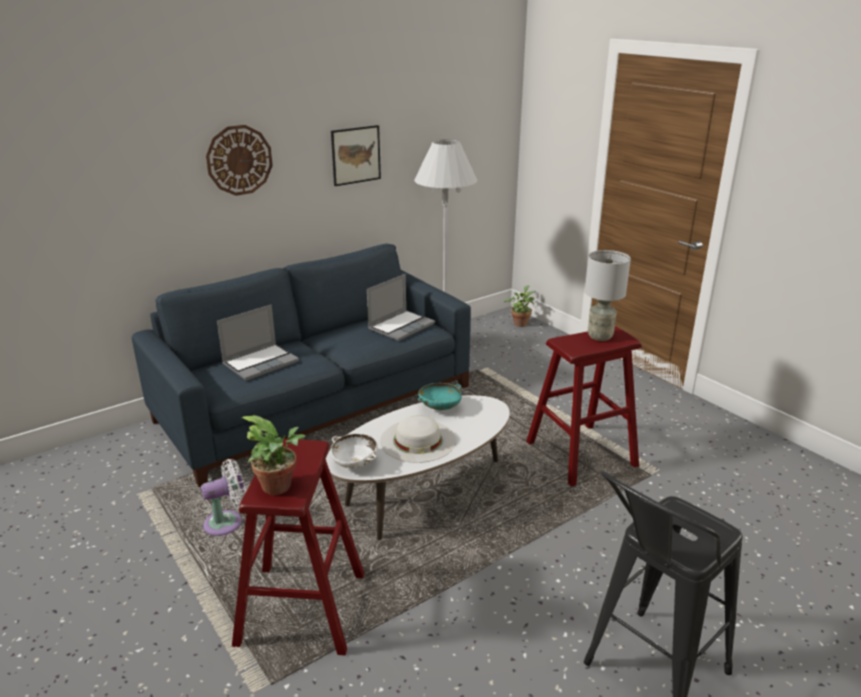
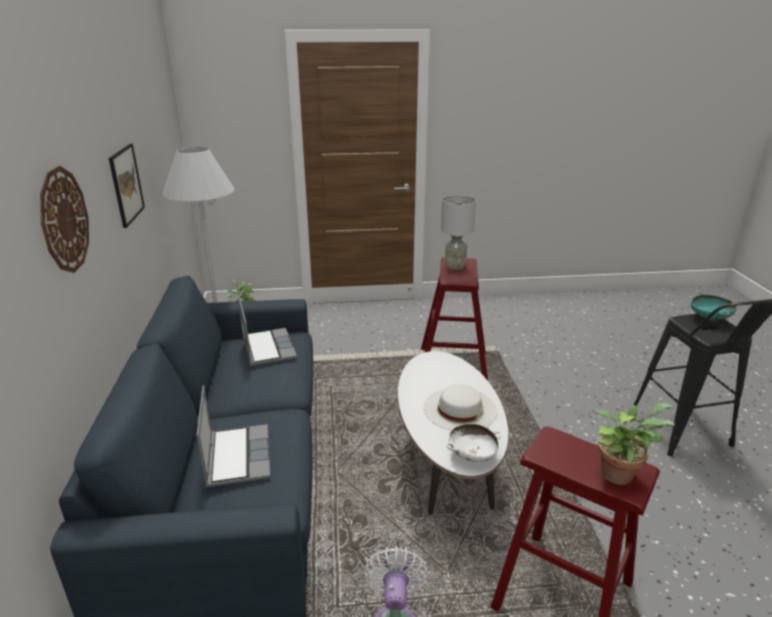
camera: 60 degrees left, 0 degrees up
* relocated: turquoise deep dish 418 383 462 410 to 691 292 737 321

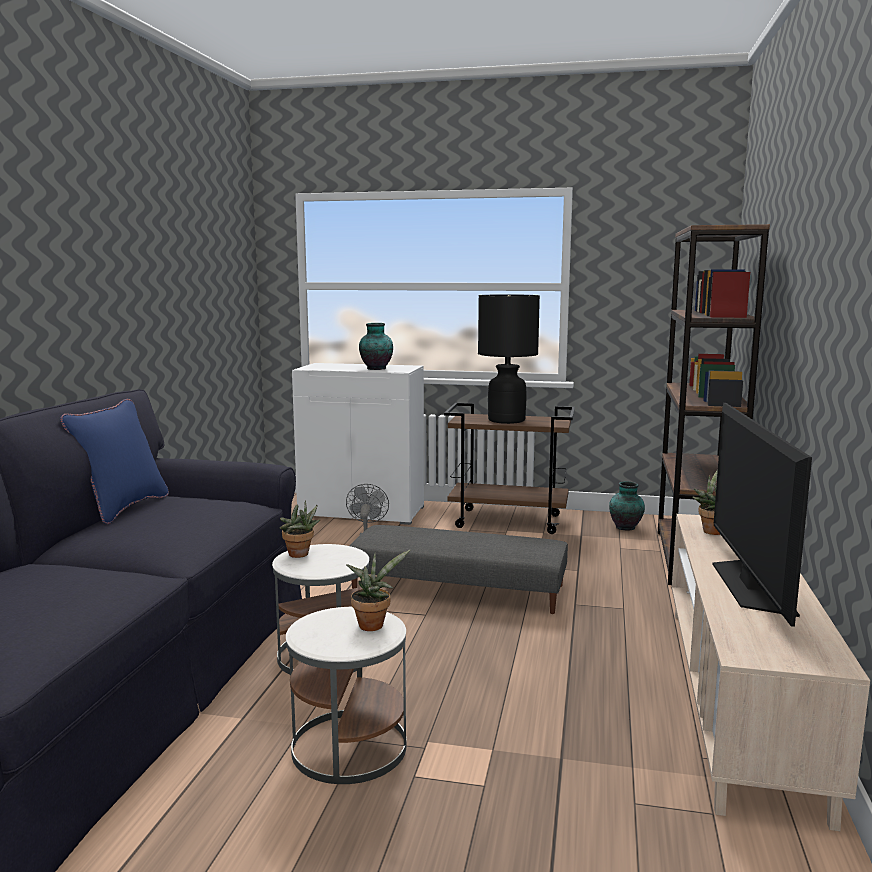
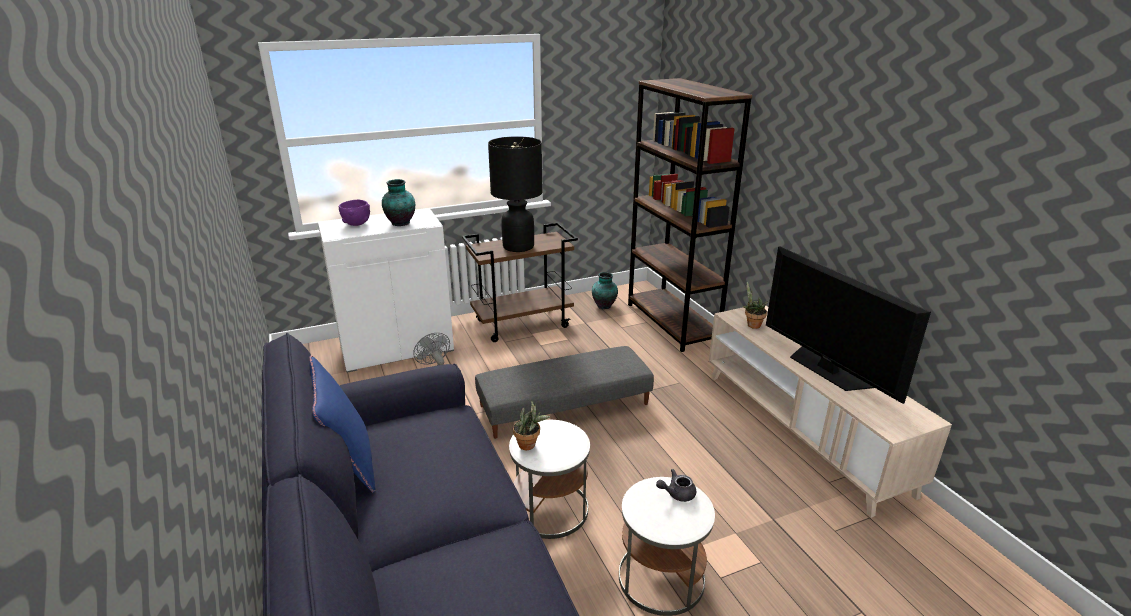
camera: 35 degrees left, 15 degrees up
* appeared: purple deep dish 339 200 370 226
* exchanged: plant in a pot 346 550 410 631 to gray pot for tea 656 469 696 502

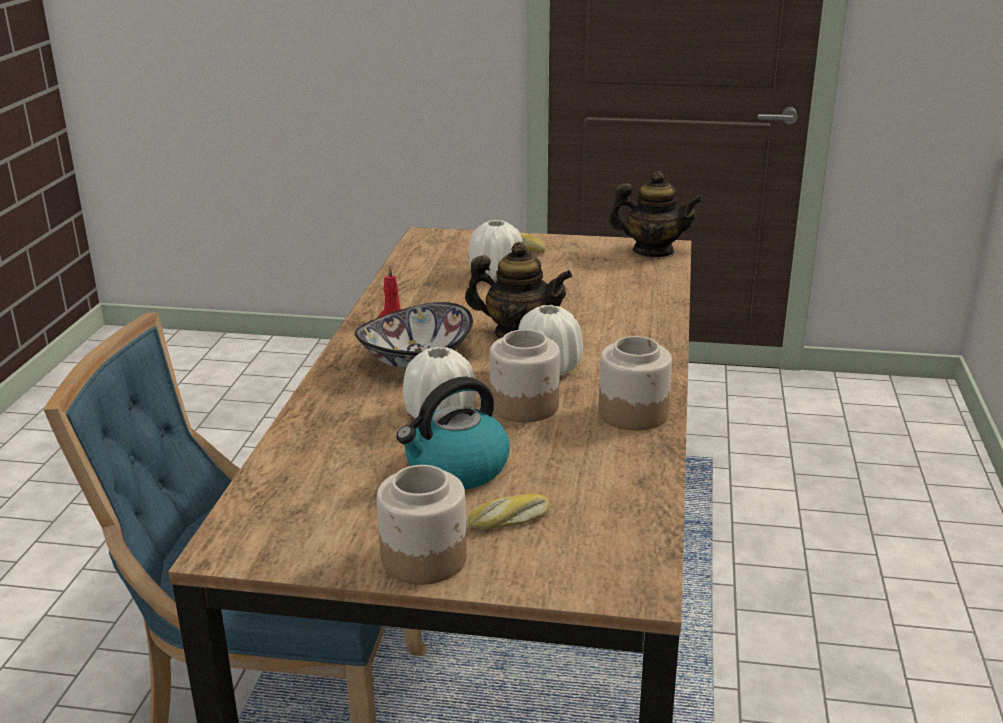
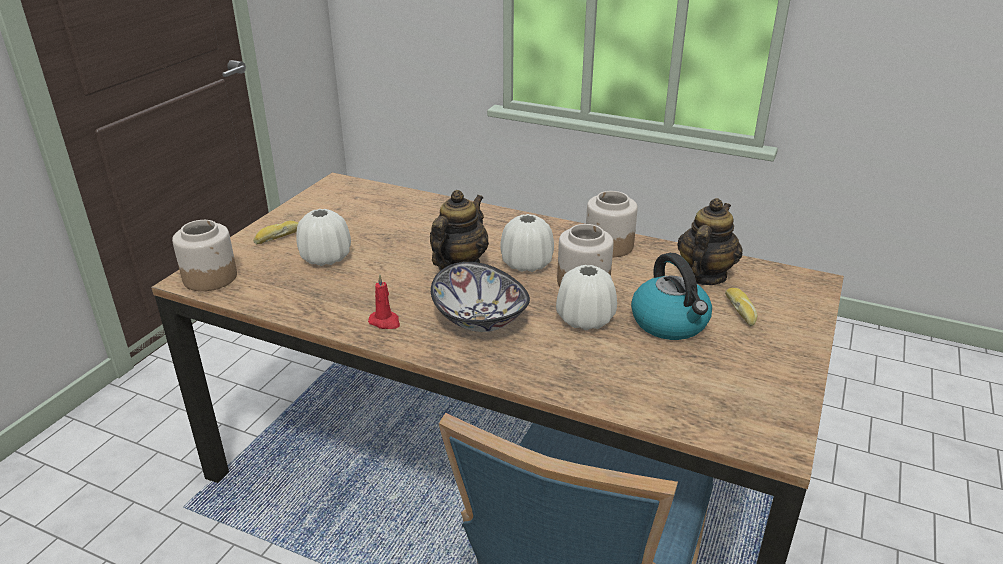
camera: 75 degrees left, 5 degrees up
* relocated: preserve jar 377 465 467 585 to 172 220 237 291
* relocated: pot for tea 609 171 703 257 to 677 198 743 285

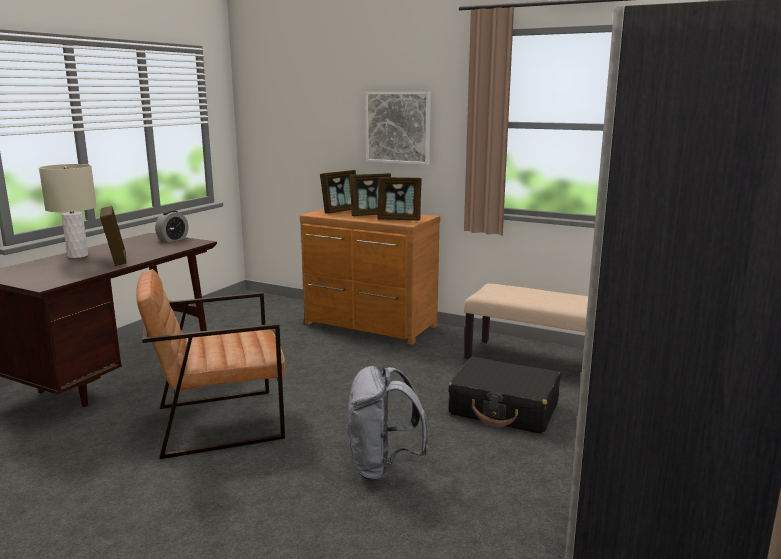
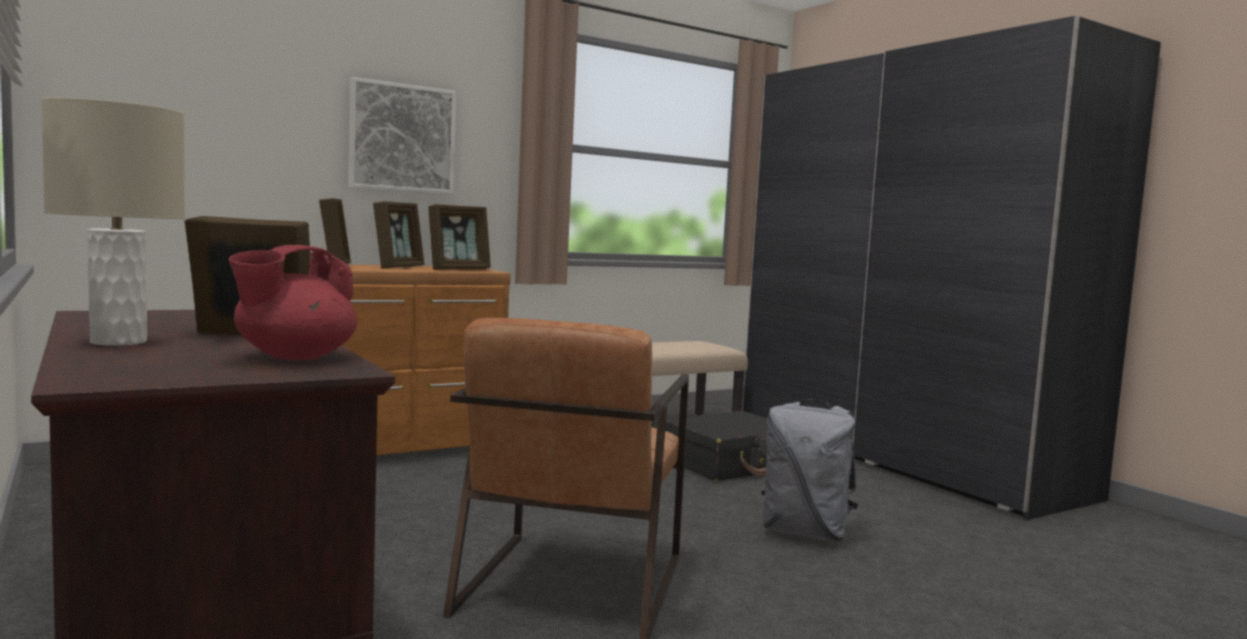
camera: 60 degrees left, 10 degrees down
* missing: alarm clock 155 210 188 242
* appeared: reddish pot for tea 229 245 357 360

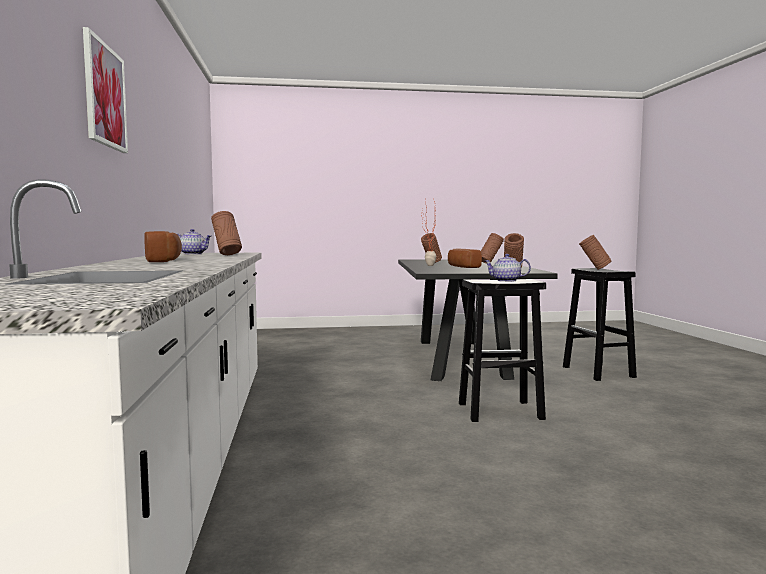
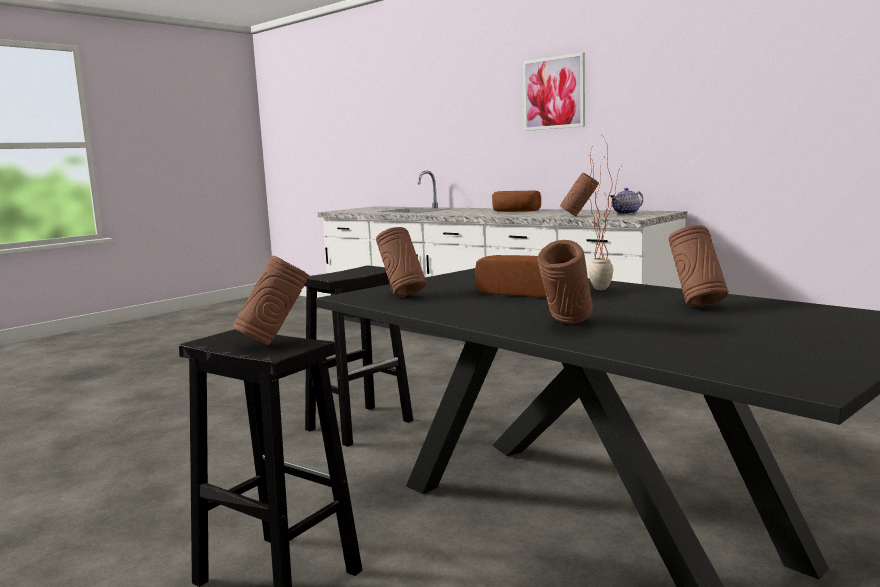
camera: 140 degrees right, 5 degrees up
* missing: pot for tea 485 254 531 282

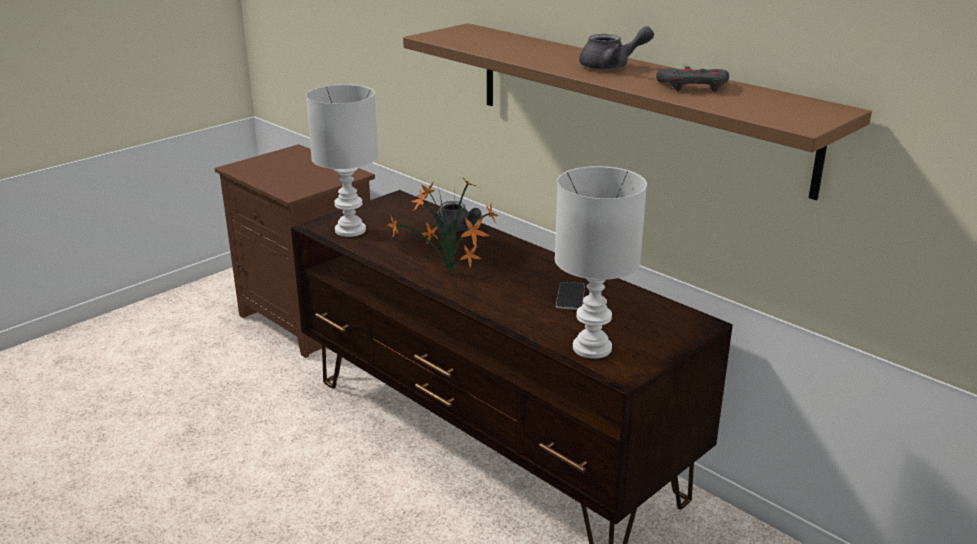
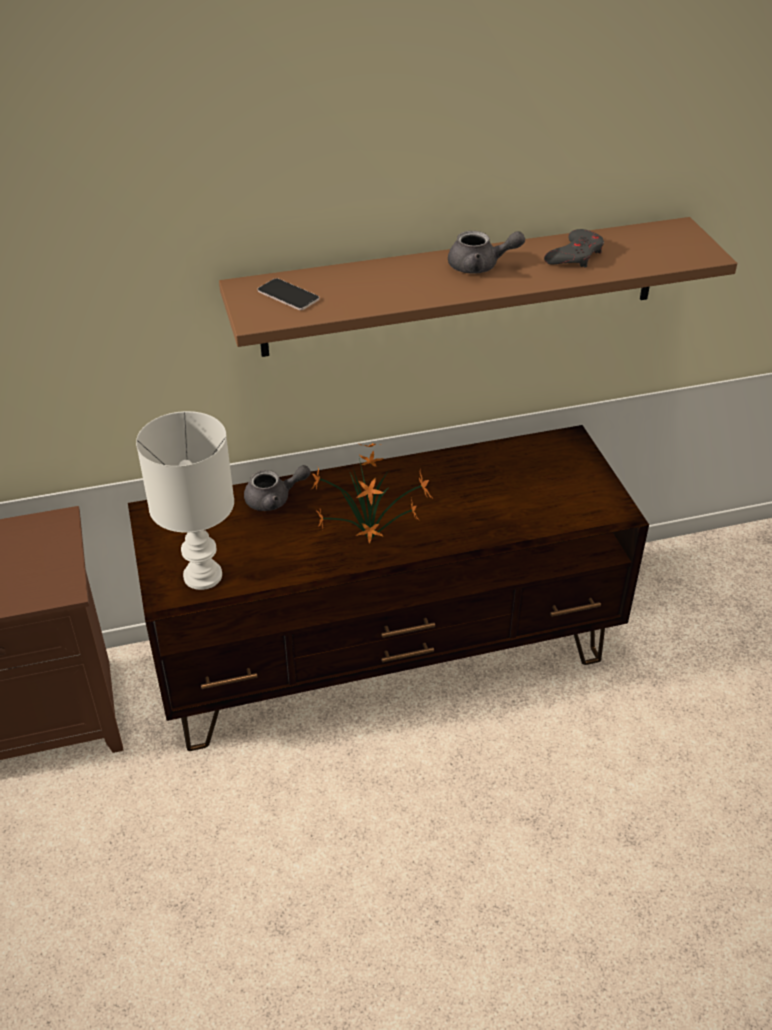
camera: 60 degrees left, 15 degrees up
* missing: white-coloured lamp for a table 555 166 647 359
* relocated: phone 556 282 585 310 to 258 278 319 310
* spun: gray pot for tea 579 26 654 70 = 448 231 525 274 75 degrees clockwise

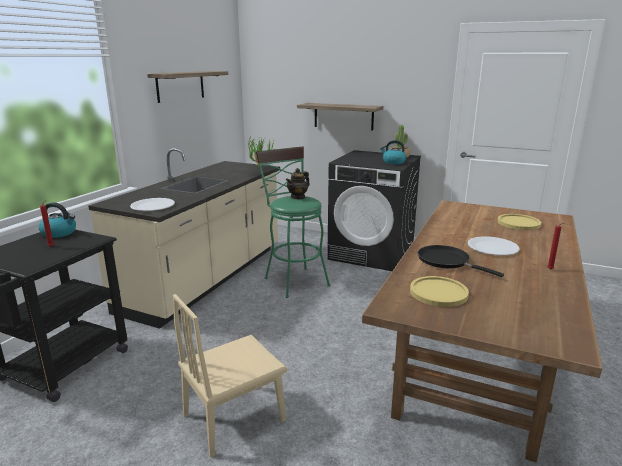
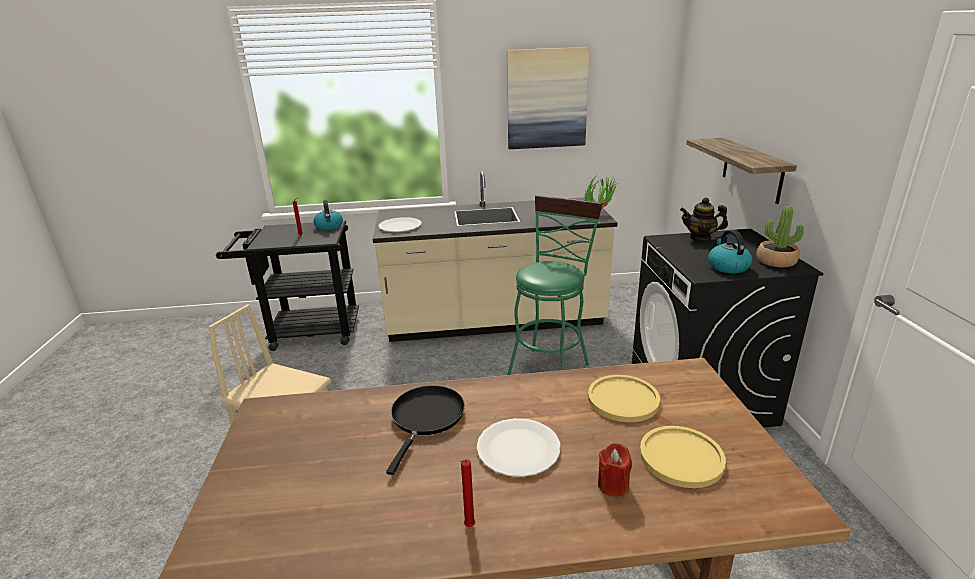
camera: 60 degrees right, 5 degrees up
* appeared: reddish candle 598 443 632 497
* relocated: pot for tea 286 168 310 200 to 680 197 728 242
* relocated: yellow plate 410 276 469 307 to 588 375 660 422
* exchanged: bracket shelf 147 71 228 103 to wall picture 507 47 590 149

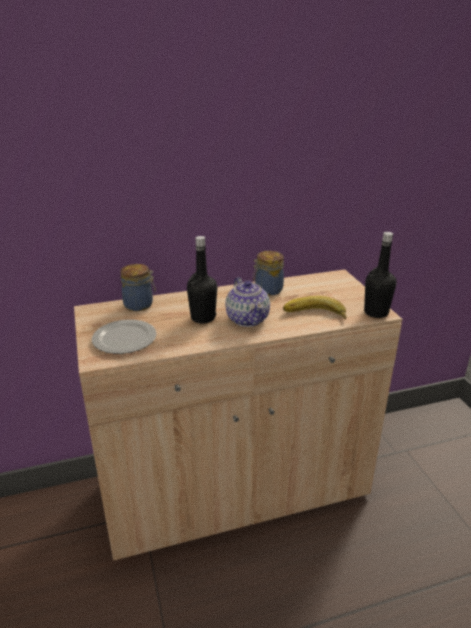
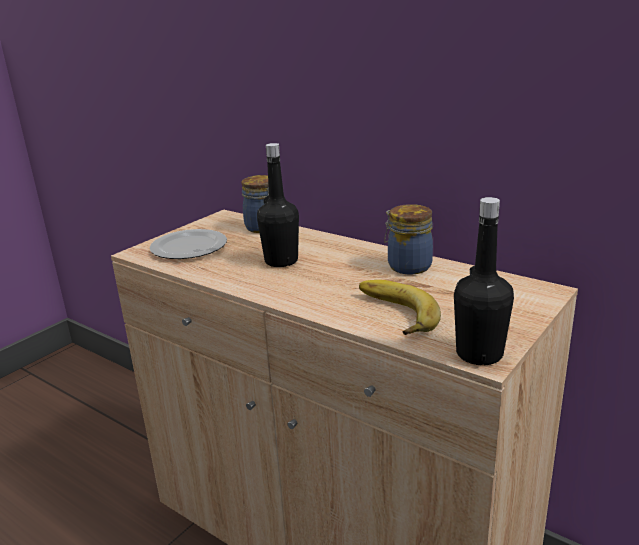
camera: 55 degrees right, 5 degrees down
* missing: pot for tea 225 277 270 327

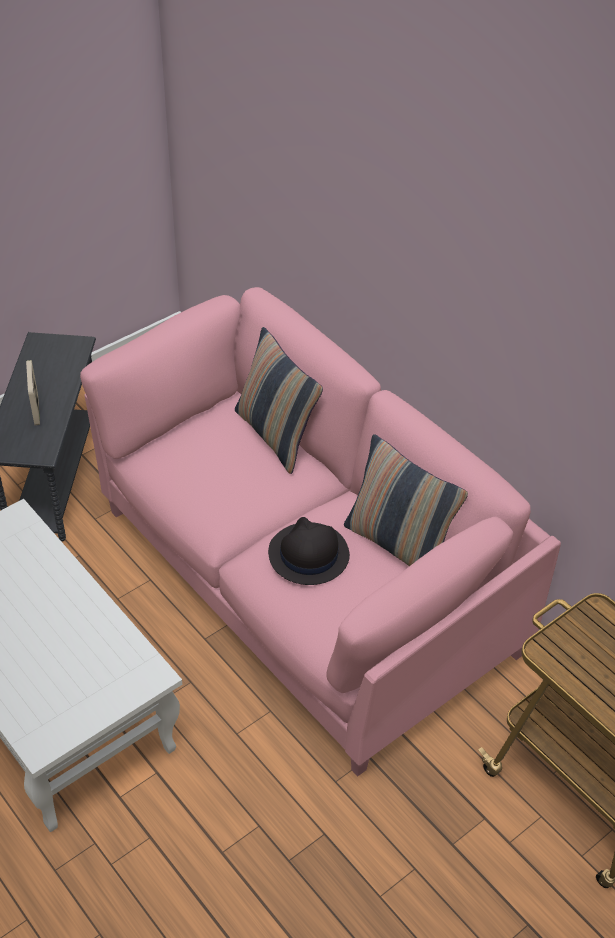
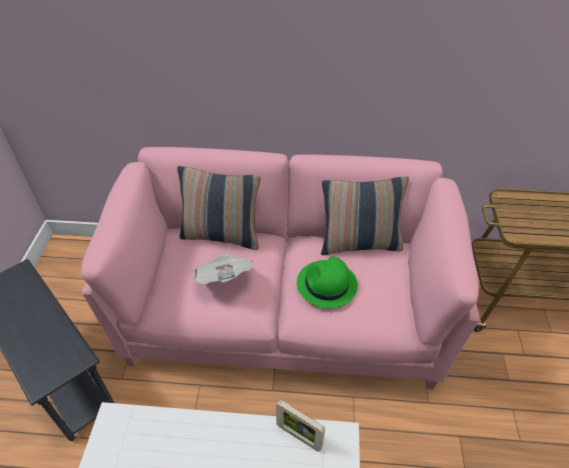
camera: 45 degrees left, 0 degrees up
* appeared: newspaper 192 253 253 284
* relocated: standing frame 26 360 40 425 to 276 400 325 452
* colour: black-coloured wearable hat 268 517 350 585 to green wearable hat 297 257 358 309

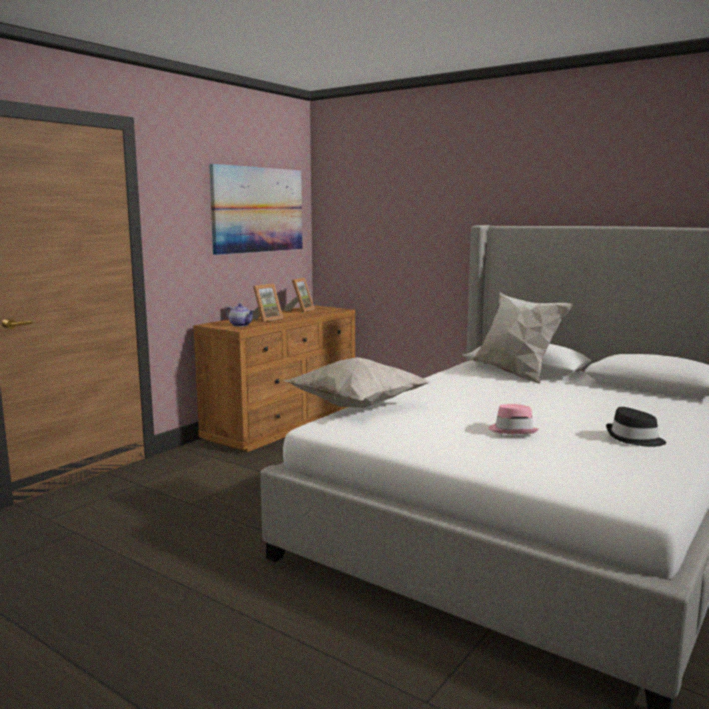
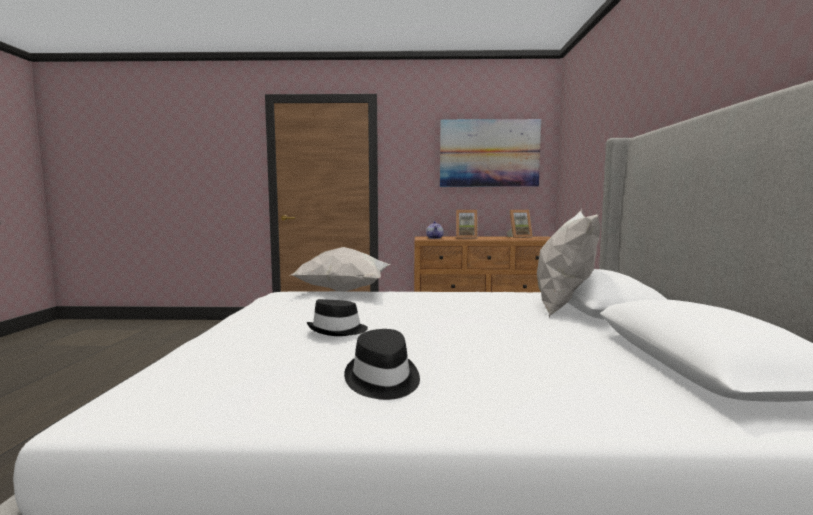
camera: 55 degrees right, 5 degrees down
* colour: pink-coloured wearable hat 489 404 539 434 to black-coloured wearable hat 307 299 368 336

